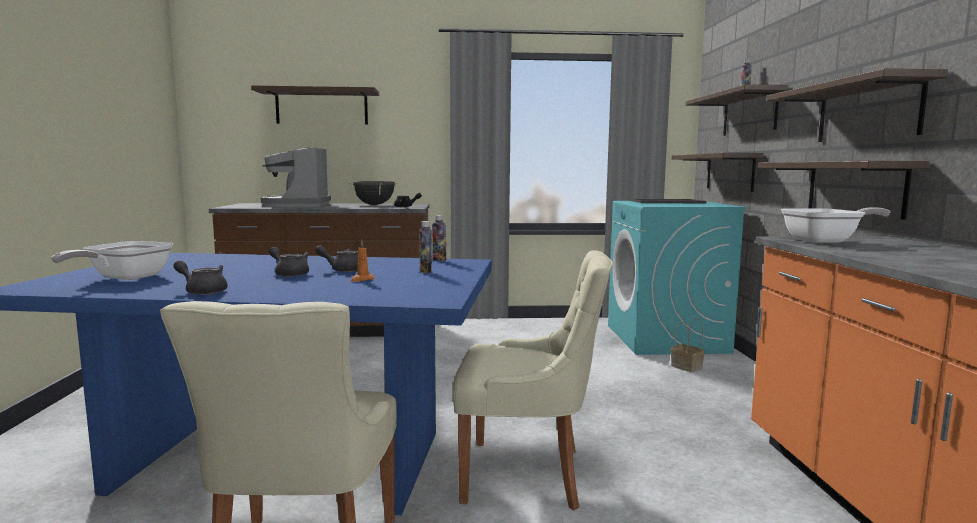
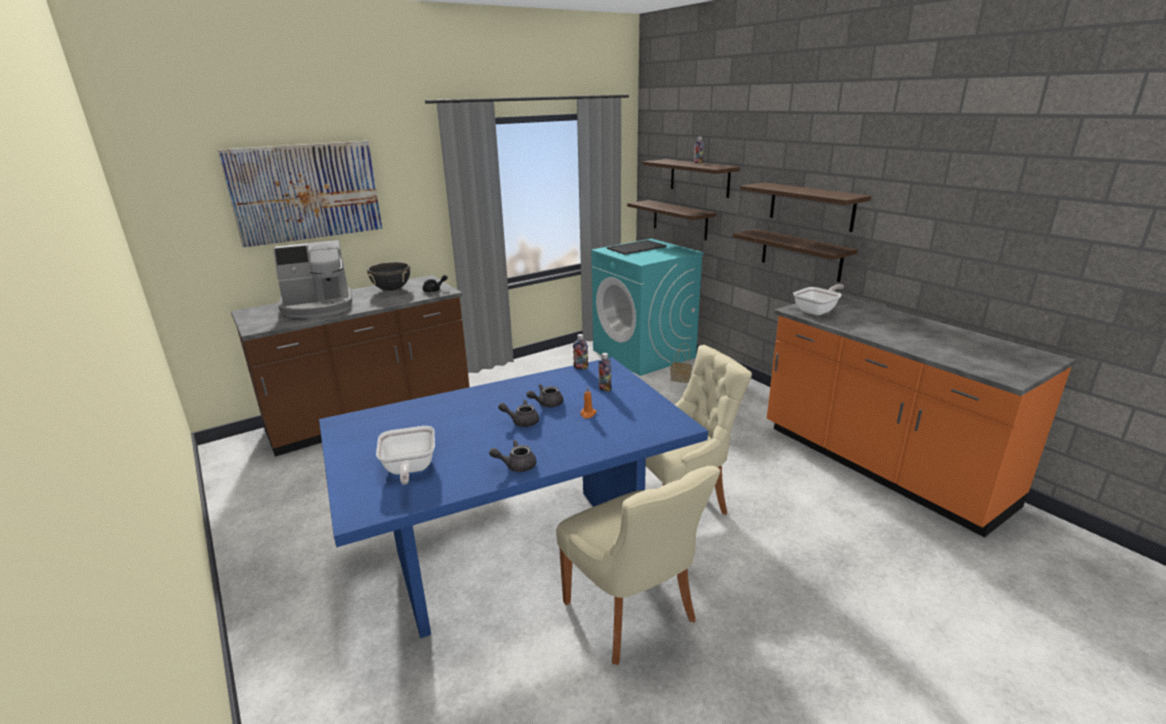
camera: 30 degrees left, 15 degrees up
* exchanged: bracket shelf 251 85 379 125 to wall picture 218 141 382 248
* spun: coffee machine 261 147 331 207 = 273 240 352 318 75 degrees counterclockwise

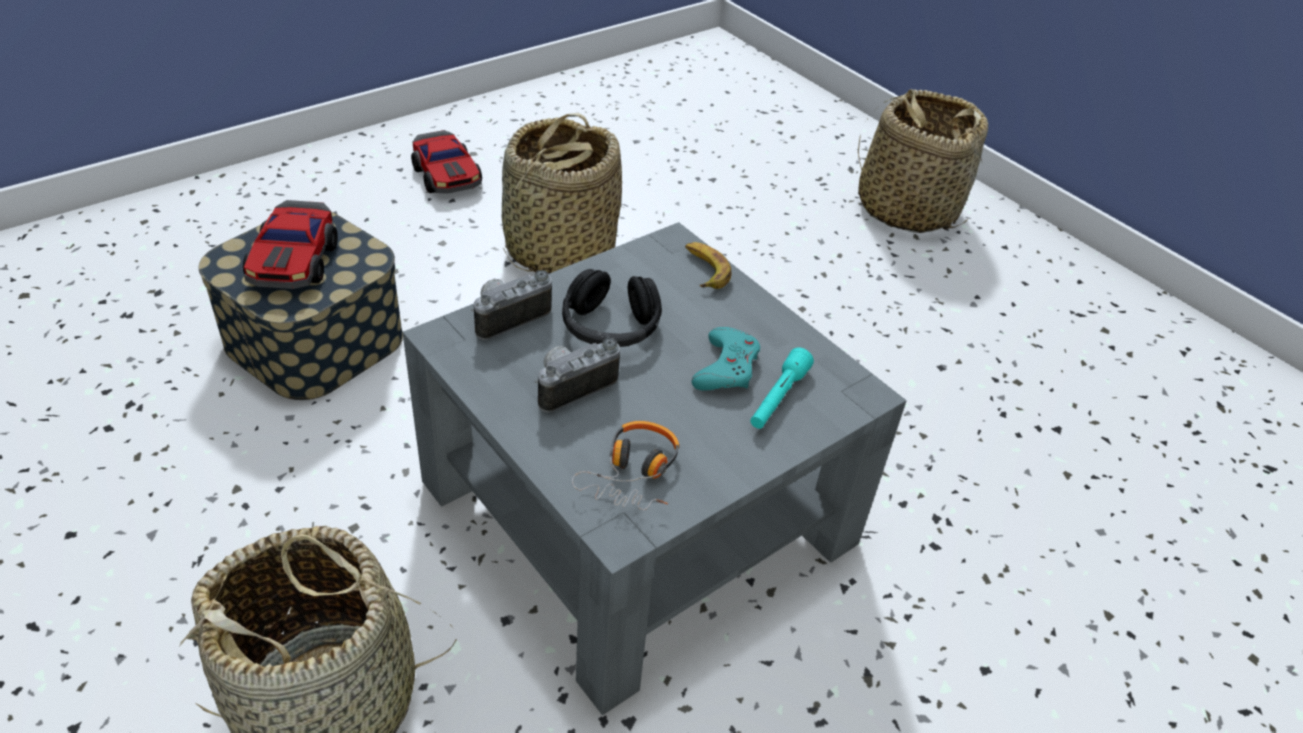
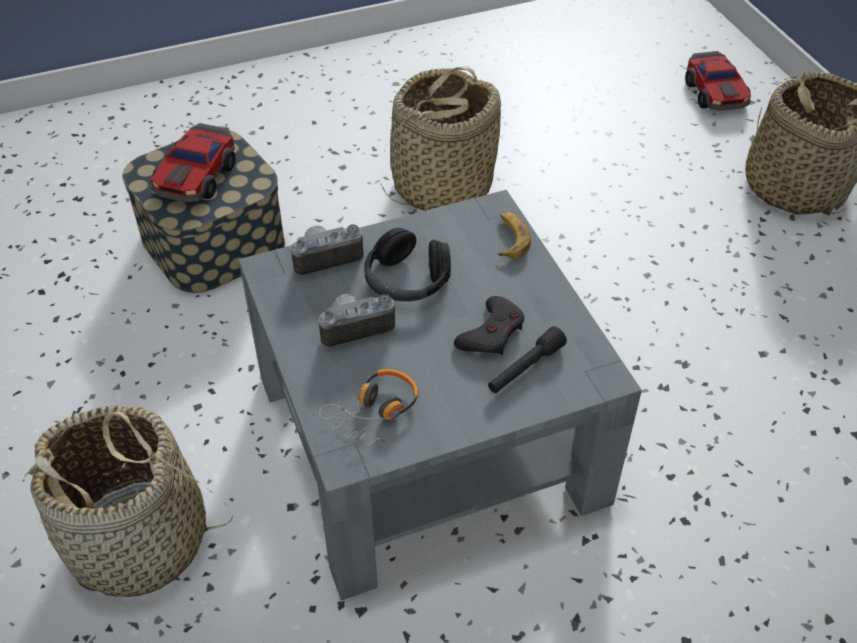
camera: 20 degrees right, 5 degrees up
* relocated: model car 411 130 482 194 to 685 51 751 111
* colour: turquoise game controller 692 327 760 390 to black-coloured game controller 454 296 524 355
* colour: turquoise flashlight 750 348 814 429 to black-coloured flashlight 488 326 567 393

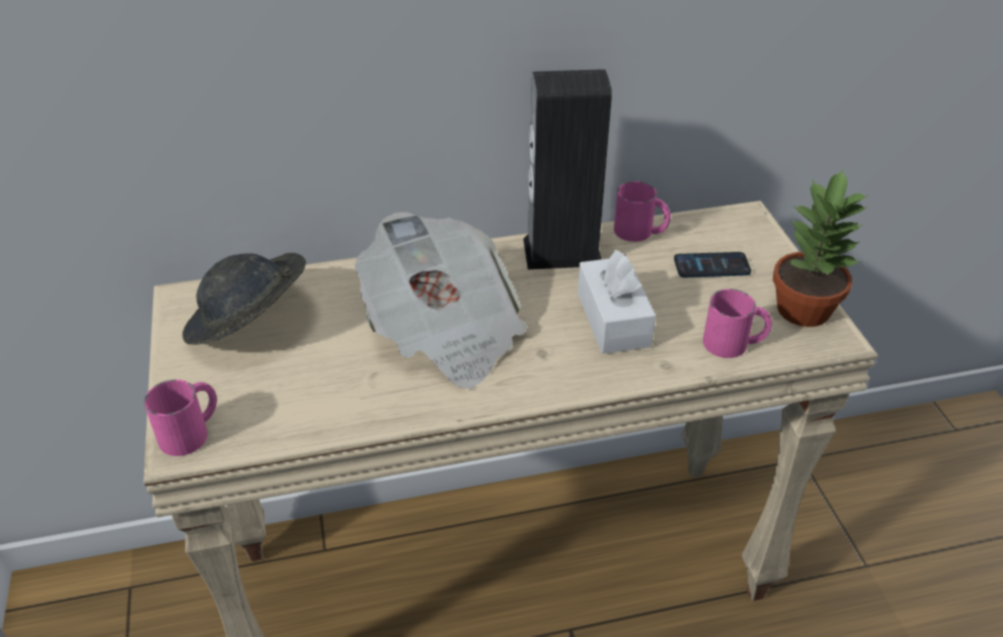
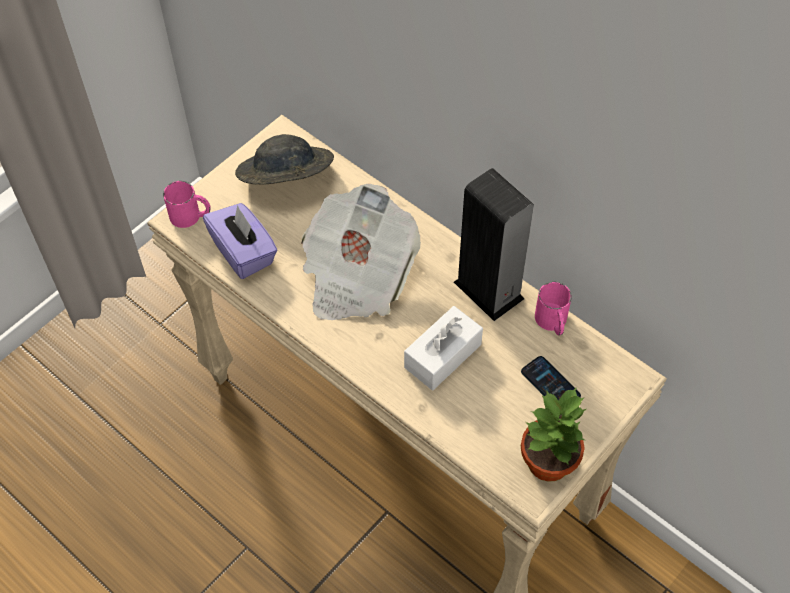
camera: 55 degrees right, 15 degrees up
* missing: pink-coloured tea mug 703 289 772 358
* appeared: purple box of tissues 203 203 278 279

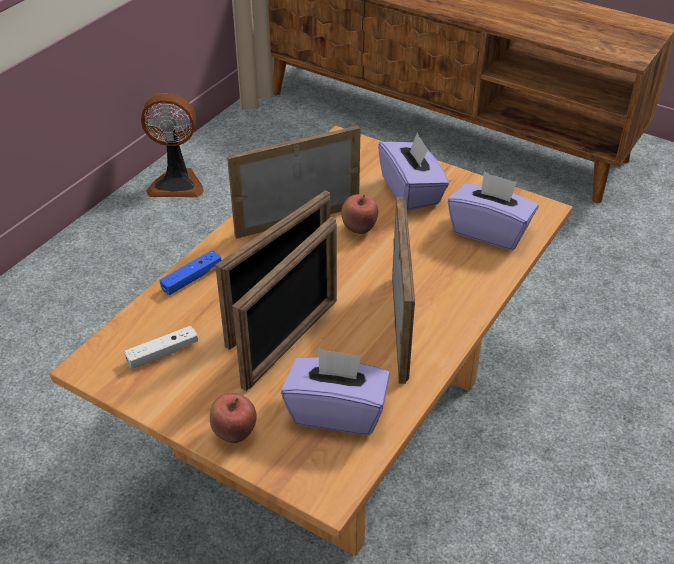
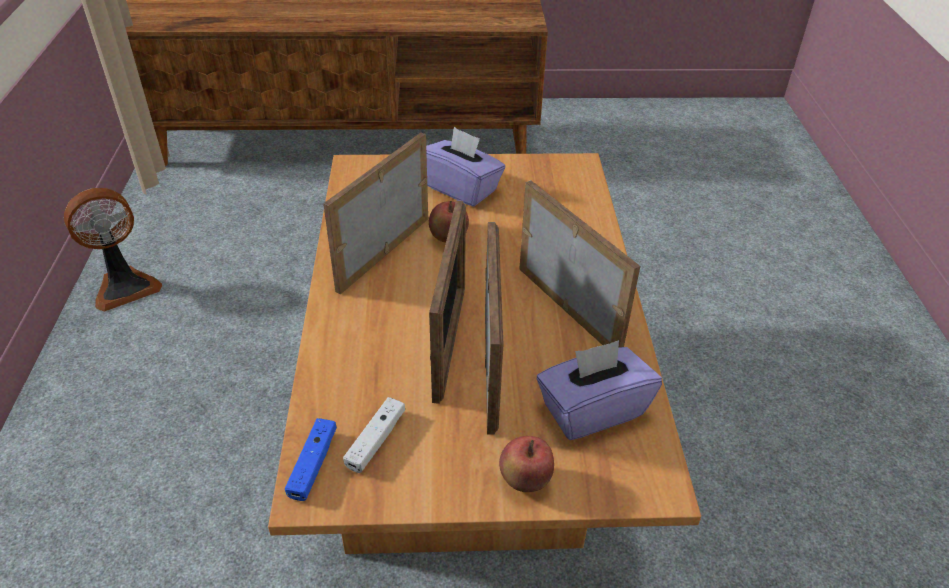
camera: 35 degrees left, 0 degrees up
* missing: purple box of tissues 448 171 539 250
* relocated: blue game controller 159 250 221 295 to 285 418 337 501

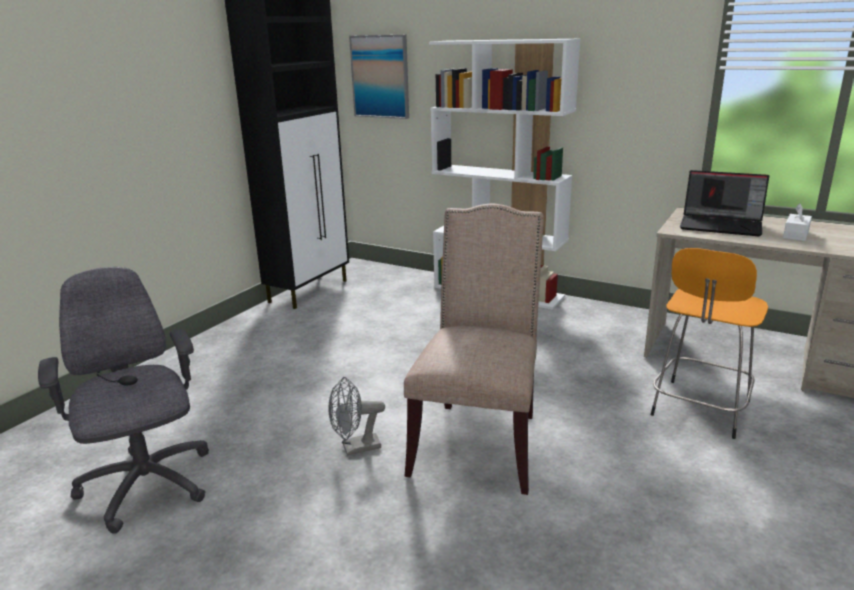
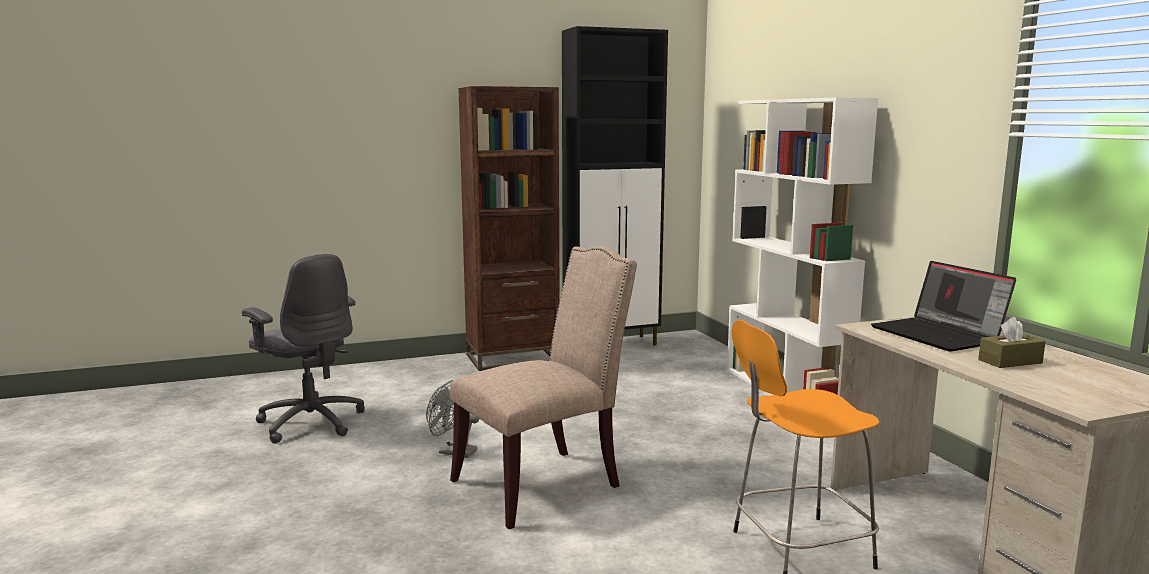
camera: 40 degrees right, 10 degrees down
* missing: wall picture 349 35 409 119
* appeared: brownish bookcase 458 86 560 371
* colour: white-coloured box of tissues 783 204 812 241 to brownish box of tissues 978 317 1046 368
* spun: gray office chair 38 267 209 534 = 242 254 365 444 120 degrees clockwise

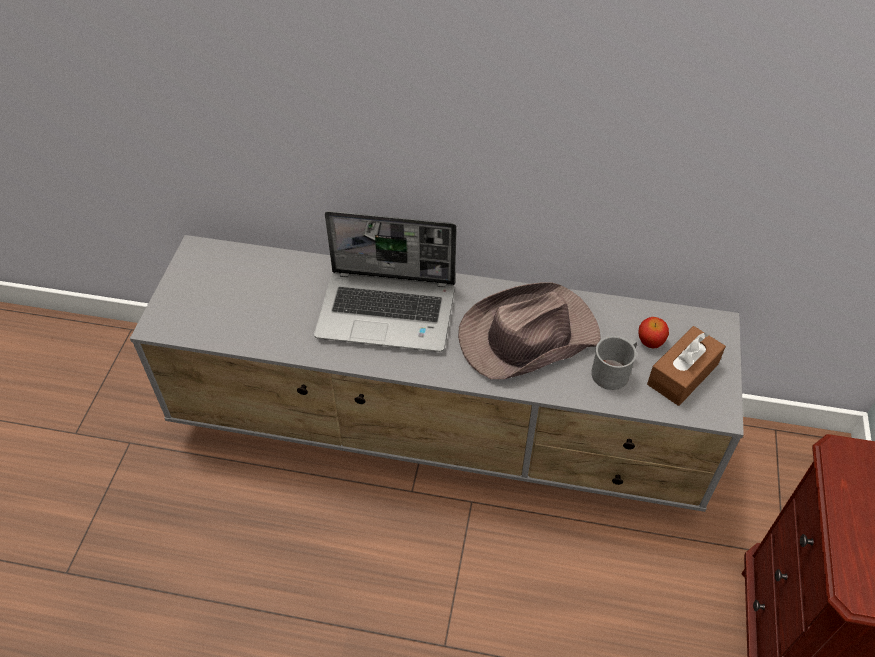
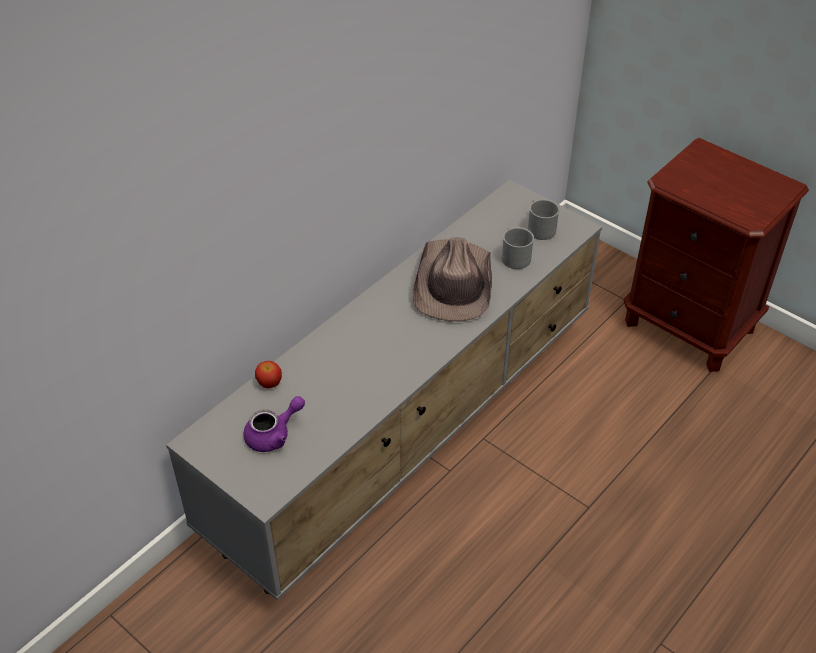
camera: 60 degrees left, 5 degrees down
* missing: notebook computer 314 211 457 352
* appeared: purple pot for tea 243 396 305 452
* relocated: whole apple 638 317 669 349 to 255 361 282 388
* exchanged: brownish box of tissues 647 326 726 406 to gray tea mug 528 199 560 240

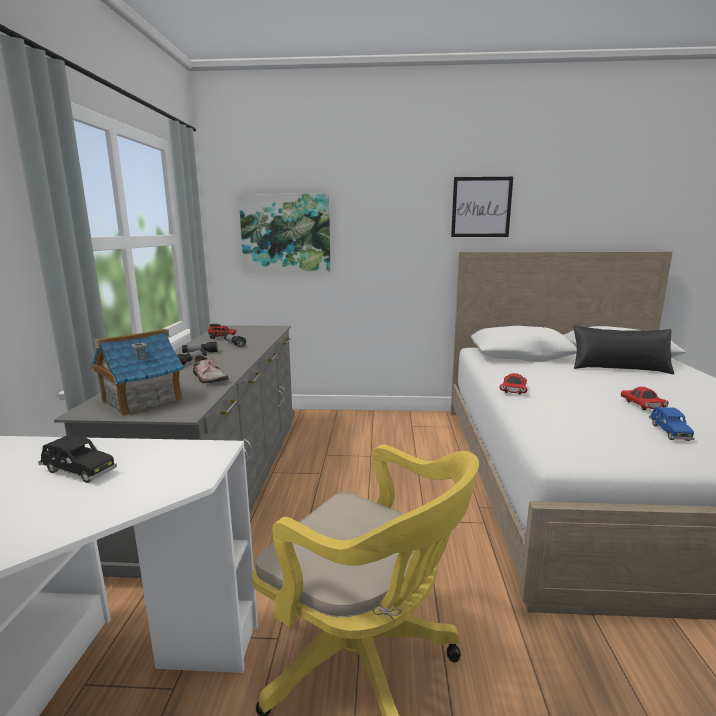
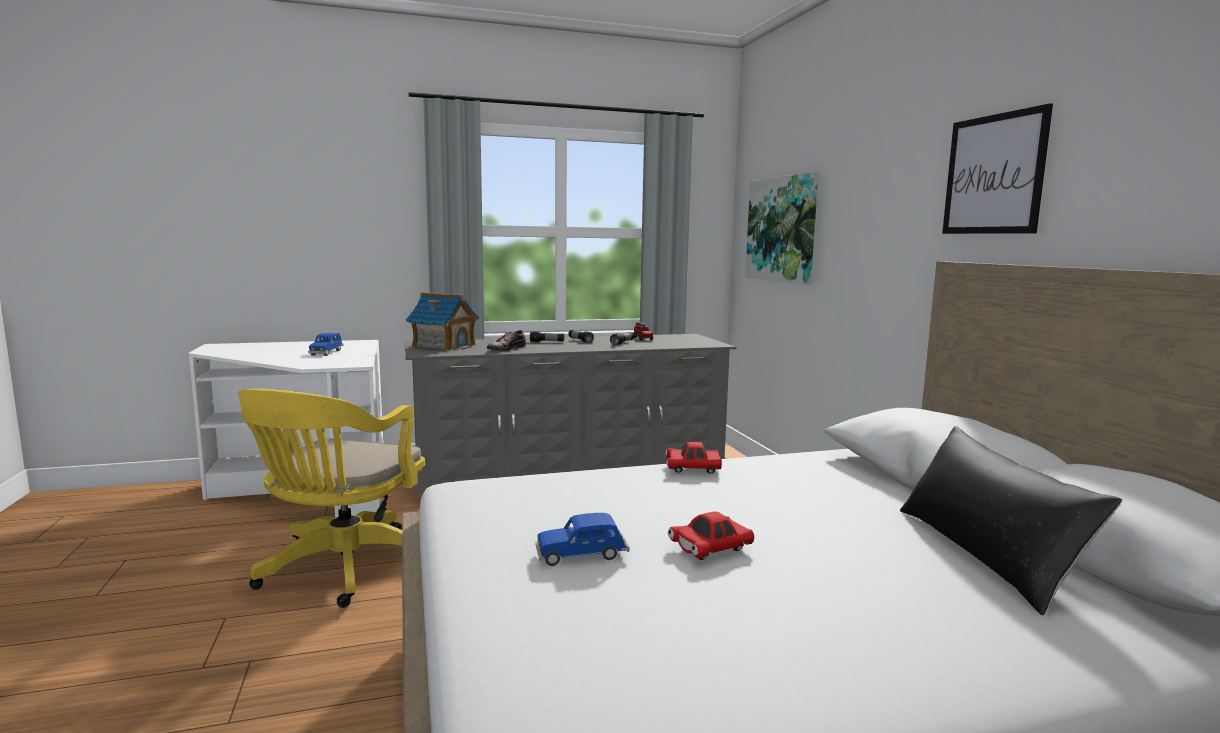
camera: 70 degrees right, 5 degrees down
* colour: black-coloured model car 38 434 117 483 to blue model car 308 333 344 356

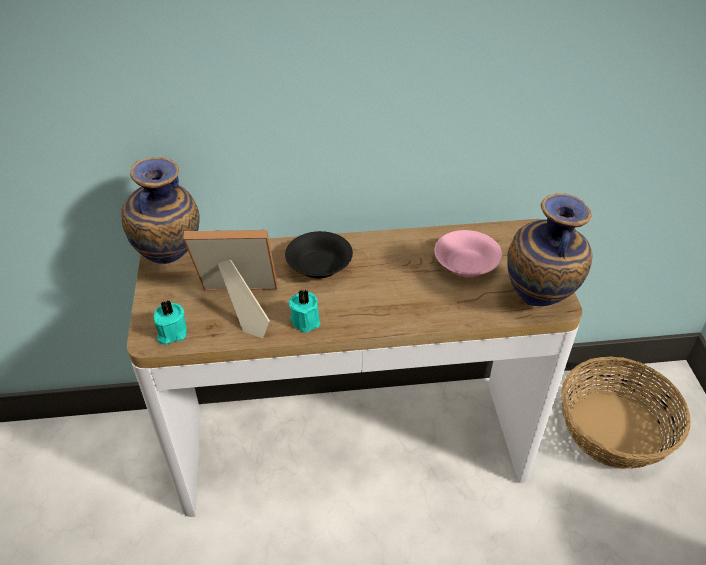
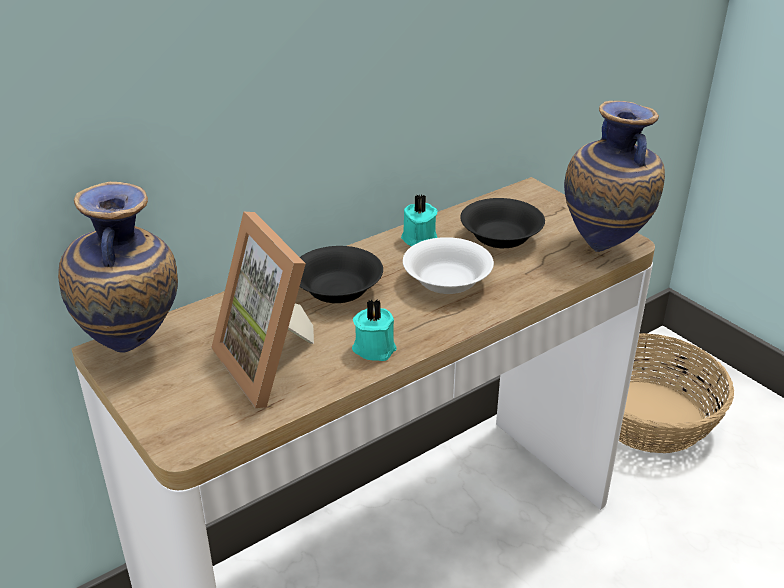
camera: 30 degrees left, 10 degrees down
* appeared: white-coloured deep dish 403 237 494 294
* relocated: turquoise candle 154 300 187 345 to 401 195 438 247
* colour: pink-coloured deep dish 434 230 502 277 to black-coloured deep dish 460 198 545 249
* spun: standing frame 183 230 277 339 = 211 212 314 408 90 degrees counterclockwise

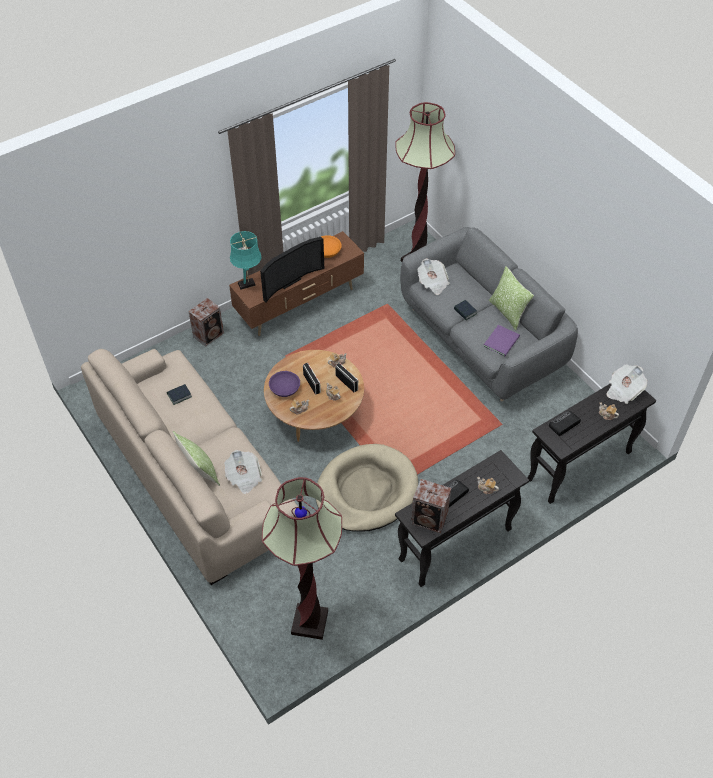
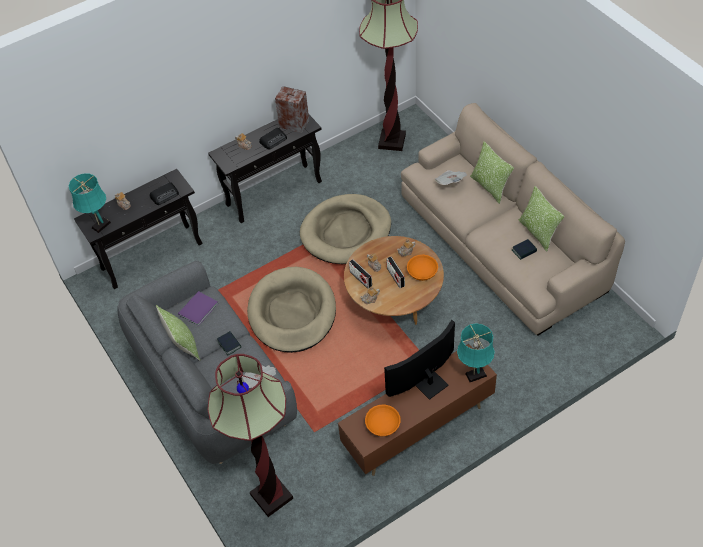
camera: 175 degrees left, 0 degrees up
* missing: audio speaker 188 298 224 347
* appeared: beige-coloured dog bed 247 267 336 353
* appeared: cushion 518 186 564 252
* exchanged: newspaper 606 364 647 404 to turquoise lamp for a table 69 173 111 233
* colour: purple deep dish 269 371 300 397 to orange deep dish 407 255 438 281

